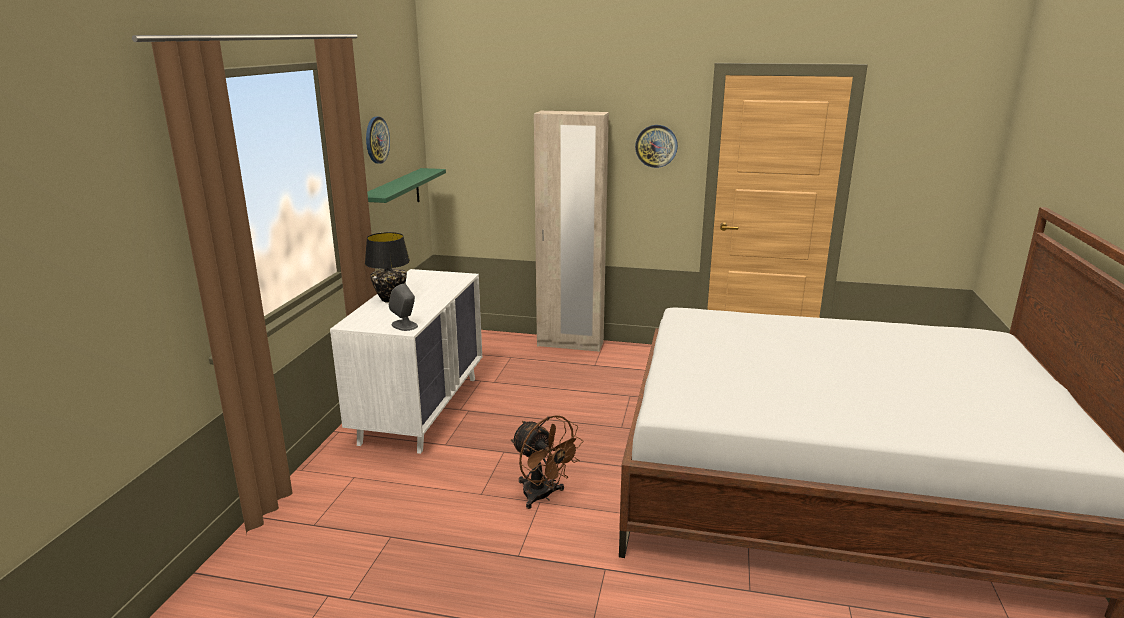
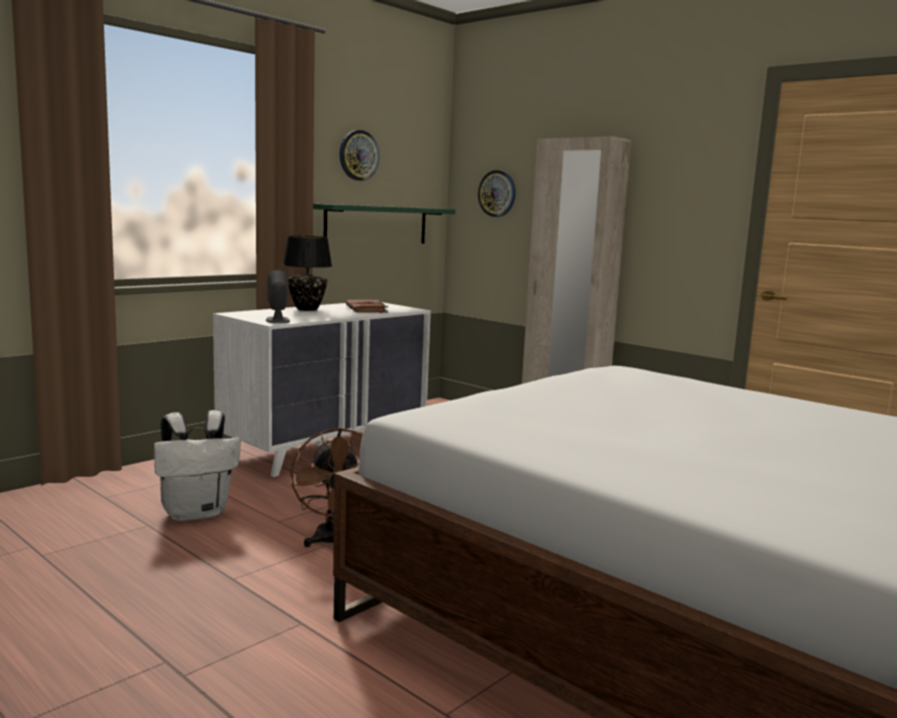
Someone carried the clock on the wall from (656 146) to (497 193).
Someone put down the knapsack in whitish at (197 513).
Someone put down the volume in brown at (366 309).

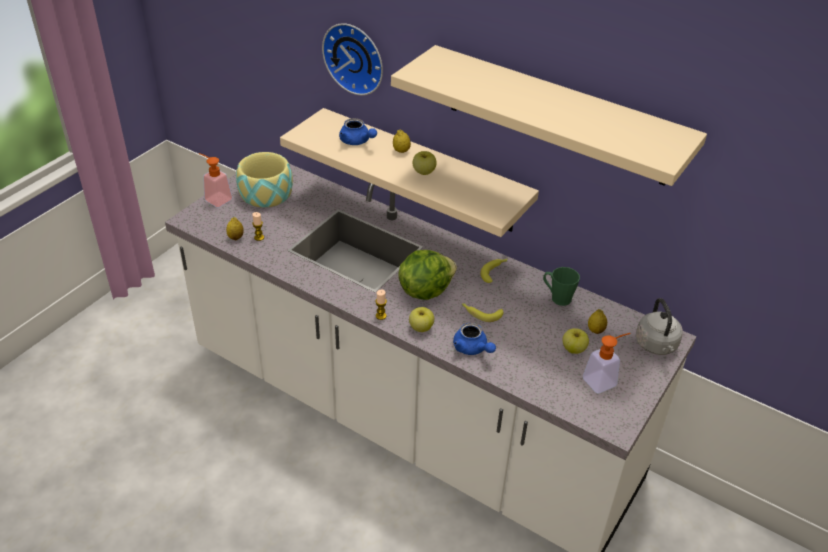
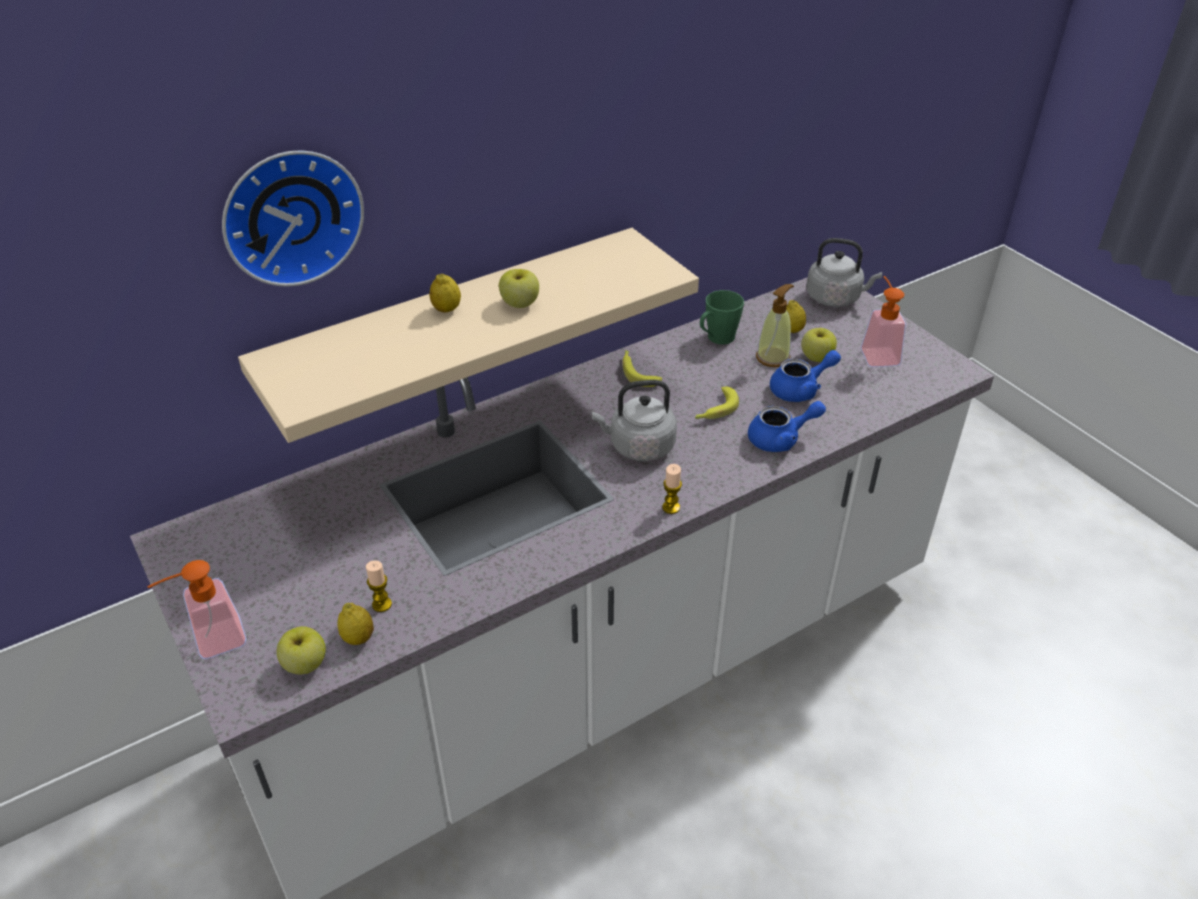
Someone took away the serving bowl at (265 193).
Someone carried the tea pot in blue from (357 141) to (800 390).
Someone took away the bracket shelf in sand-coloured at (557 115).
Someone swapped the head of lettuce at (425 290) for the tea kettle in gray at (638 447).
Someone carried the apple from (421 327) to (305 664).
Someone put down the soap bottle at (773 357).

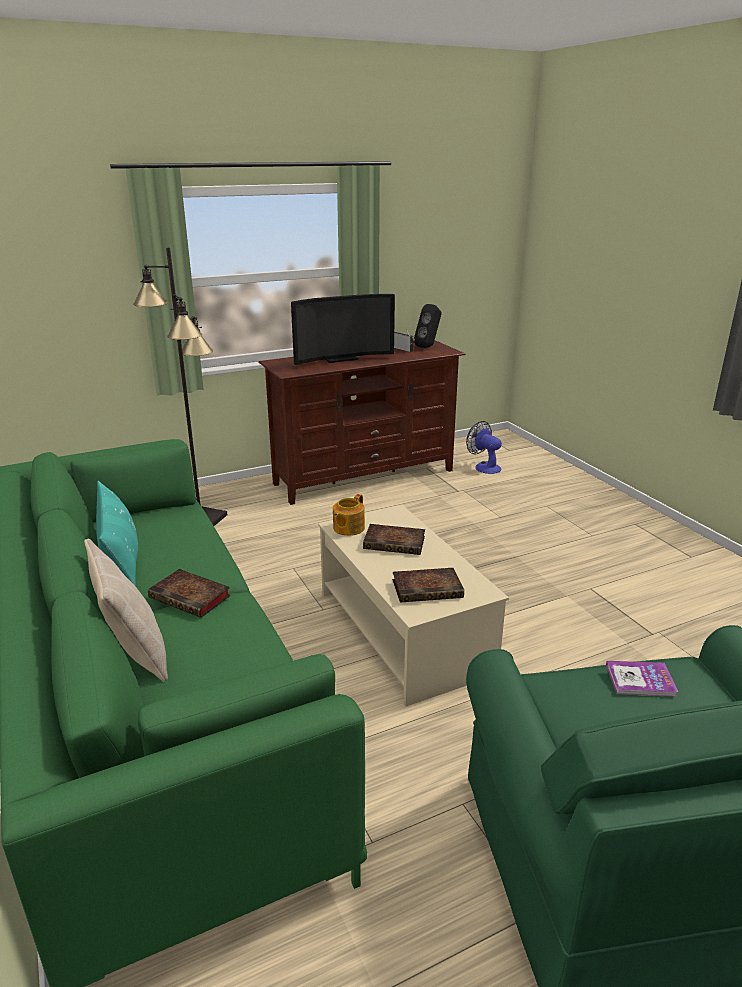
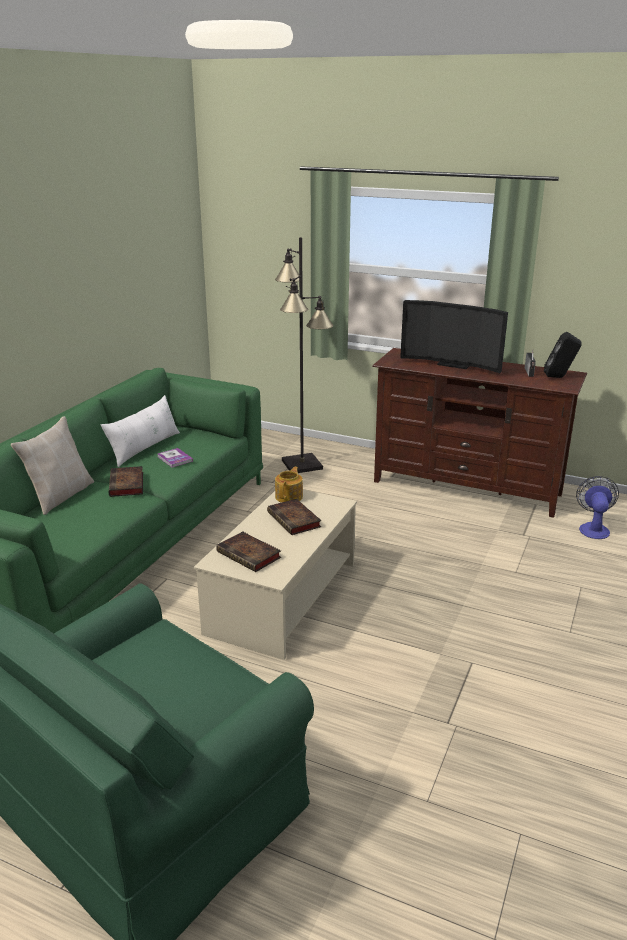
Someone repainted the throw pillow in turquoise-coloured at (121 555), which became the throw pillow in whitish at (145 448).
Someone rotated the tea pot at (348 528) by 120 degrees clockwise.
Someone carried the volume from (640 680) to (175 459).

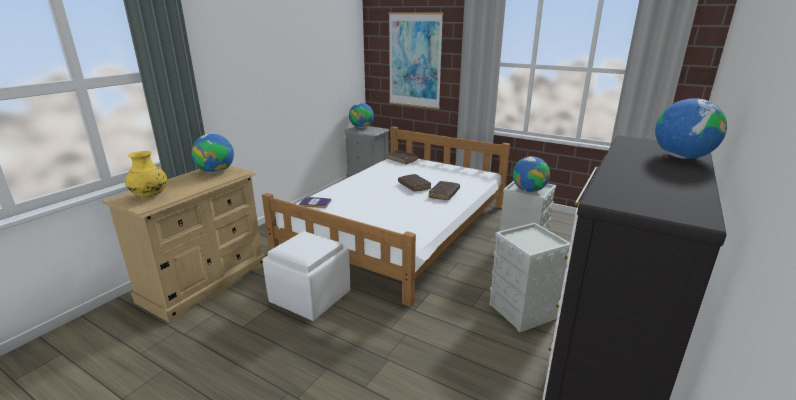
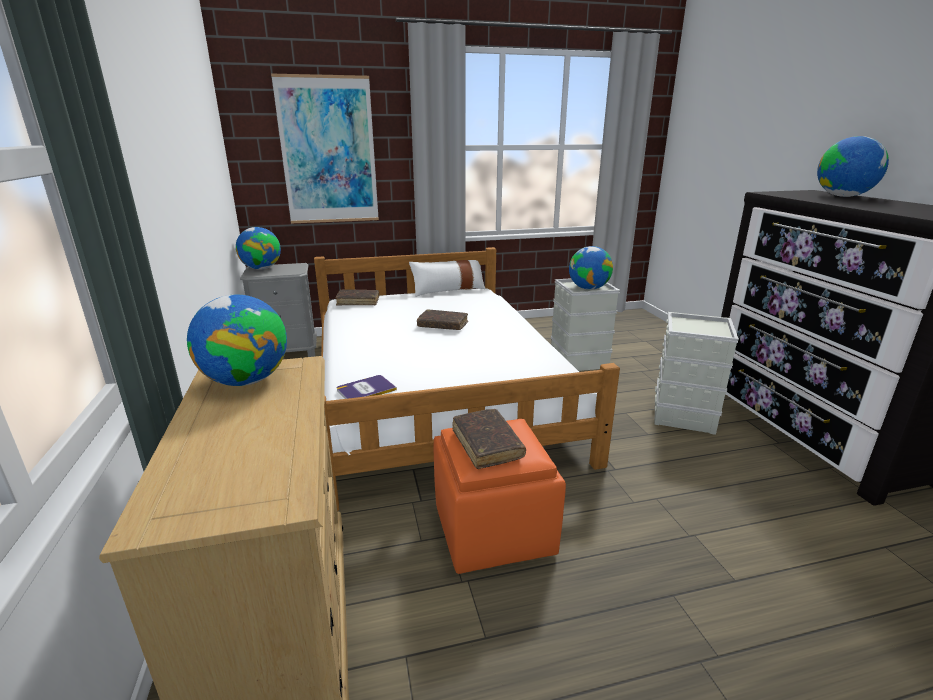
Someone took away the decorative vase in yellow at (150 196).
Someone repainted the ottoman in whitish at (311 297), which became the ottoman in orange at (494 529).
Someone carried the volume in brown from (444 194) to (487 444).
Someone put down the throw pillow in whitish at (448 290).

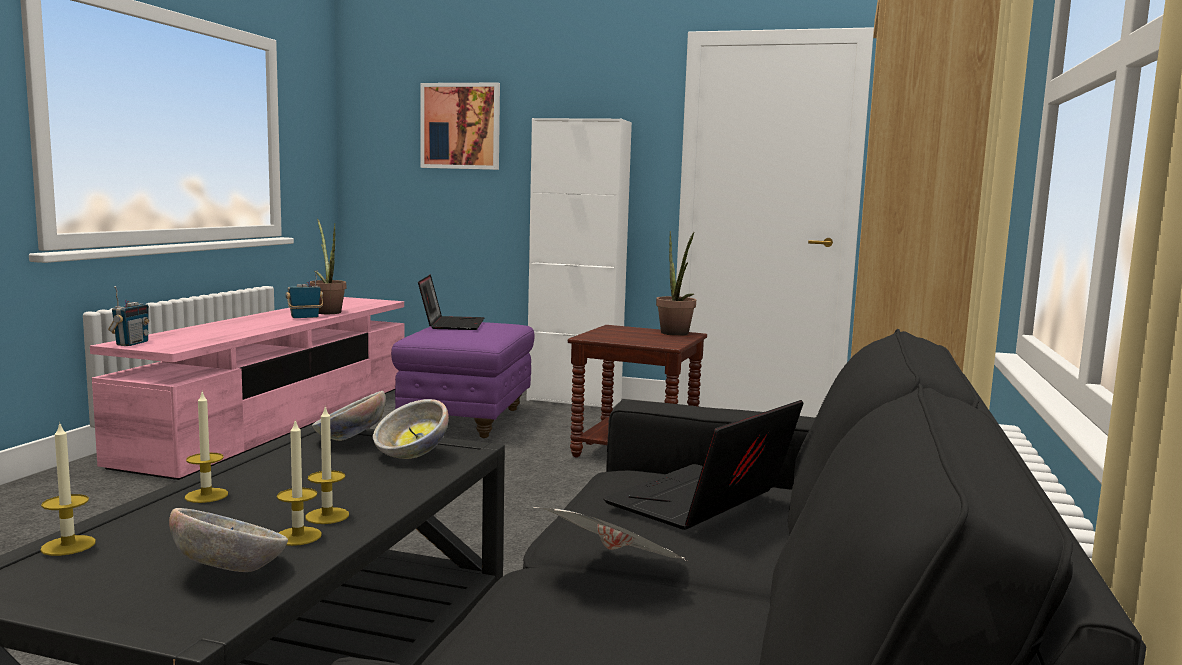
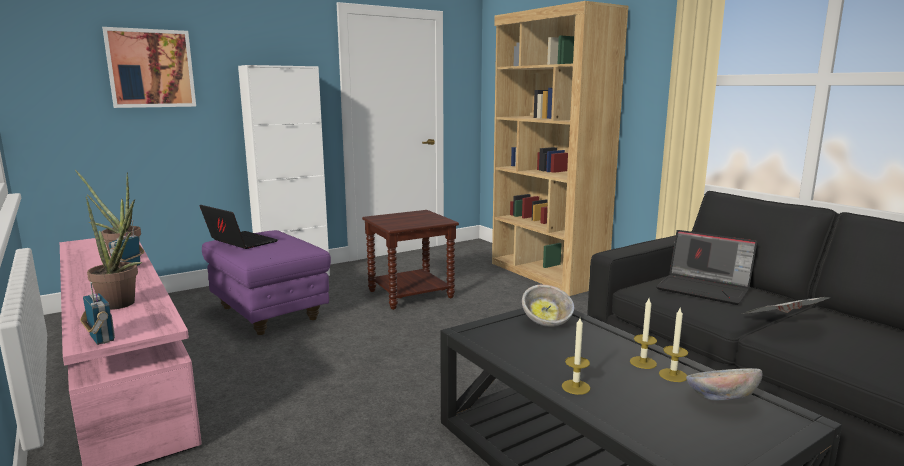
Someone took away the candle at (68 545).
Someone took away the serving bowl at (349 439).
Someone rotated the portable computer at (701 503) by 45 degrees counterclockwise.
Someone carried the plant in a pot from (676 334) to (122 305).

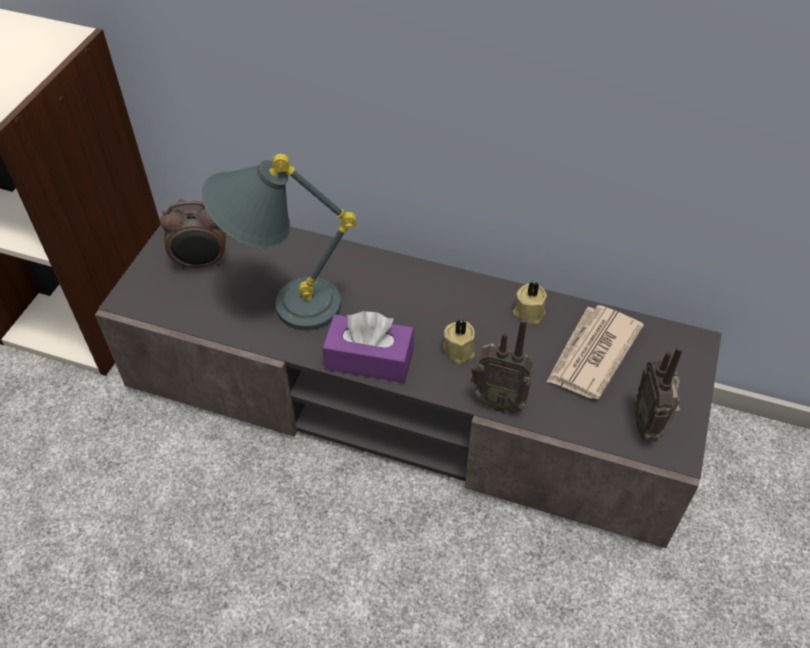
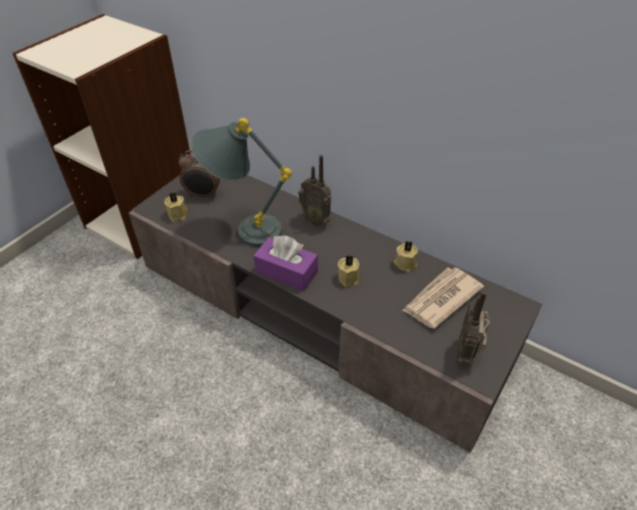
Someone carried the radio from (498 401) to (316 220).
Someone put down the candle in sand-coloured at (178 214).

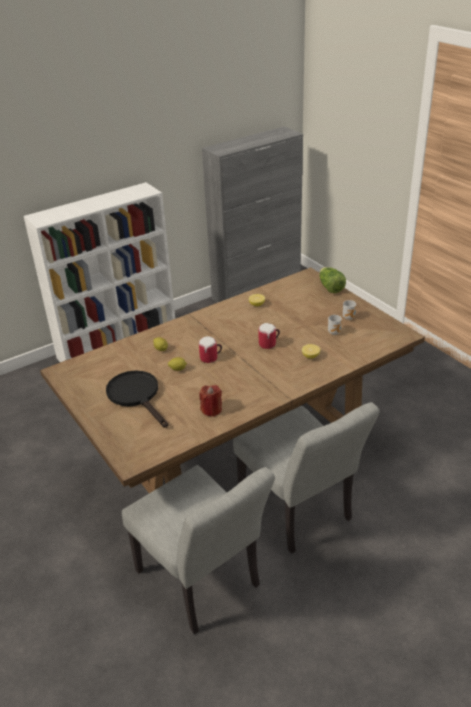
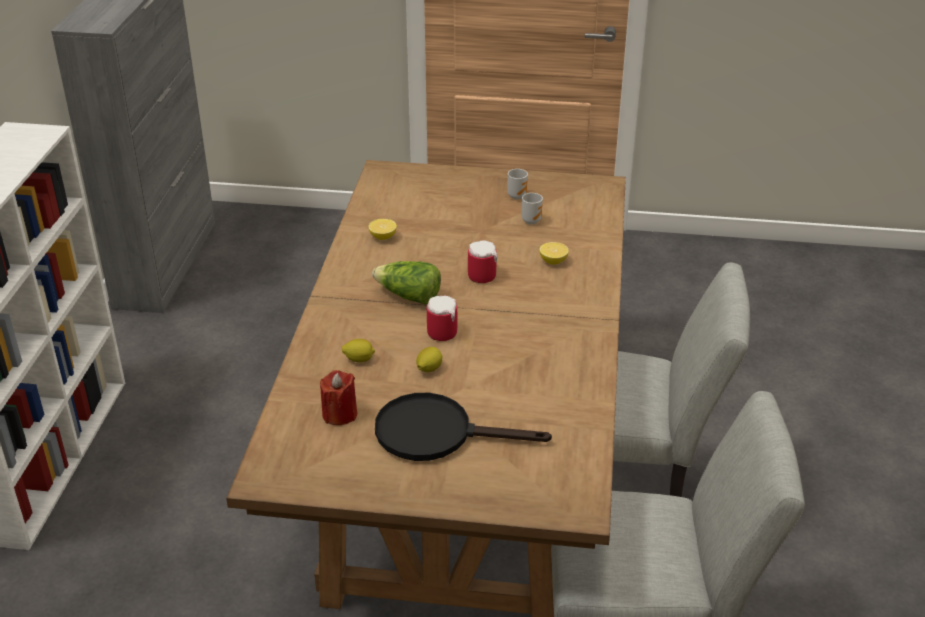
Someone carried the candle in red from (211 410) to (339 414).
Someone carried the head of lettuce from (330 287) to (409 296).

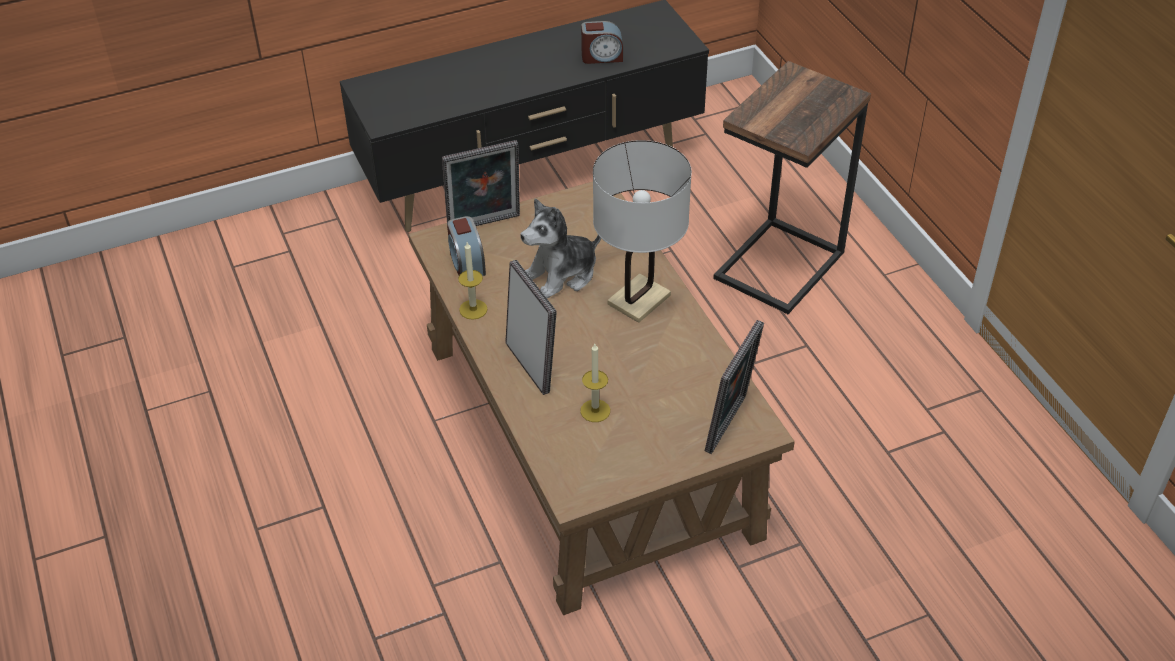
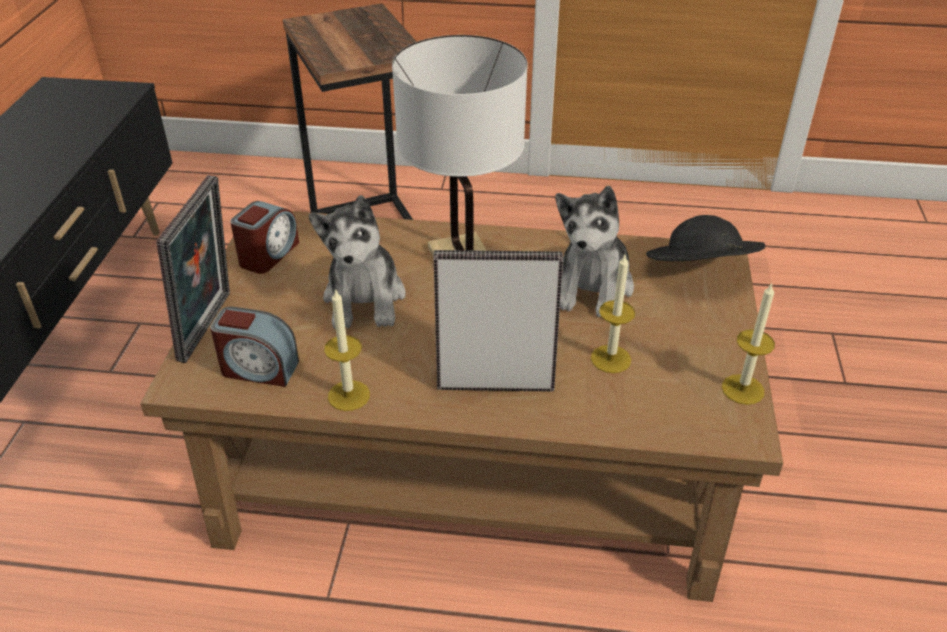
Someone carried the table clock from (602 56) to (268 254).
Someone swapped the picture frame at (730 425) for the hat in black at (699 273).
Someone put down the plush toy at (593 287).
Someone put down the candle at (742 389).

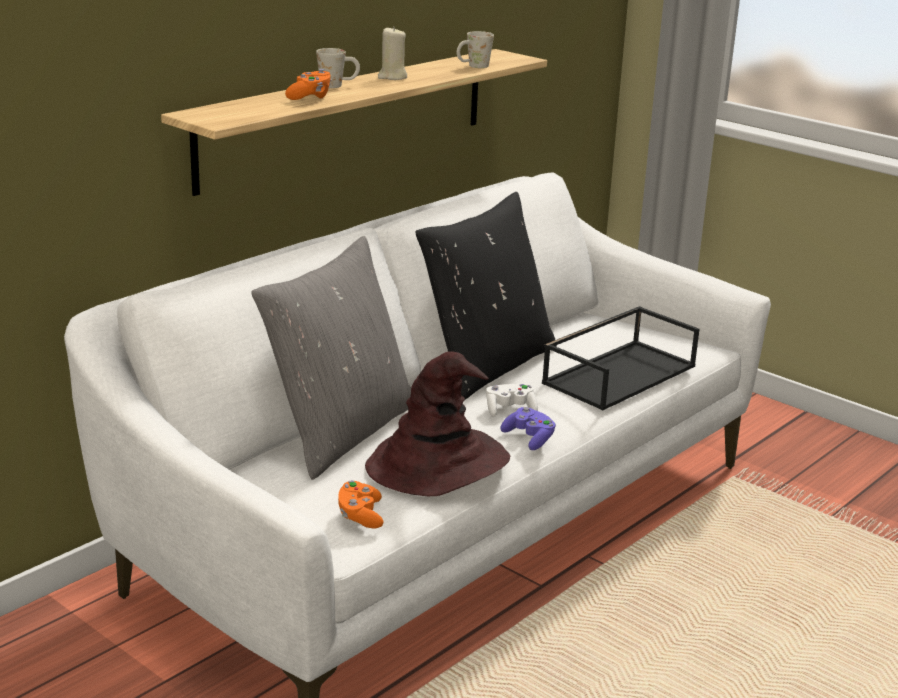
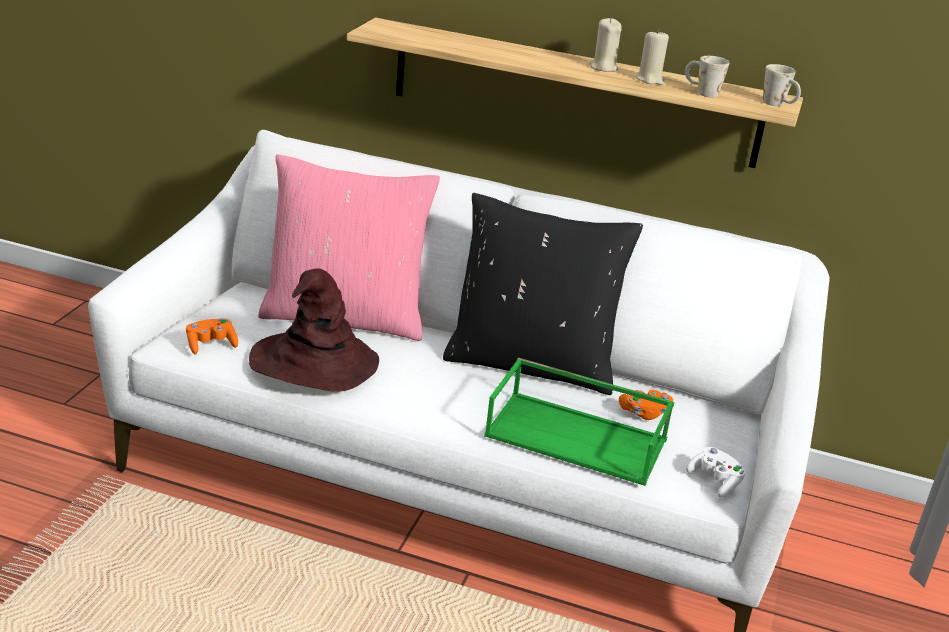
Someone repainted the throw pillow in gray at (340 432), which became the throw pillow in pink at (345 316).
Someone carried the joypad in orange from (310 97) to (644 413).
Someone carried the coffee mug in whitish from (338 85) to (779 105).
Someone carried the joypad in whitish from (510 410) to (715 481).
Someone took away the joypad in purplish at (529 438).
Someone repainted the tray in black at (619 373), which became the tray in green at (578 437).
Someone put down the candle in sand-coloured at (650 80).

